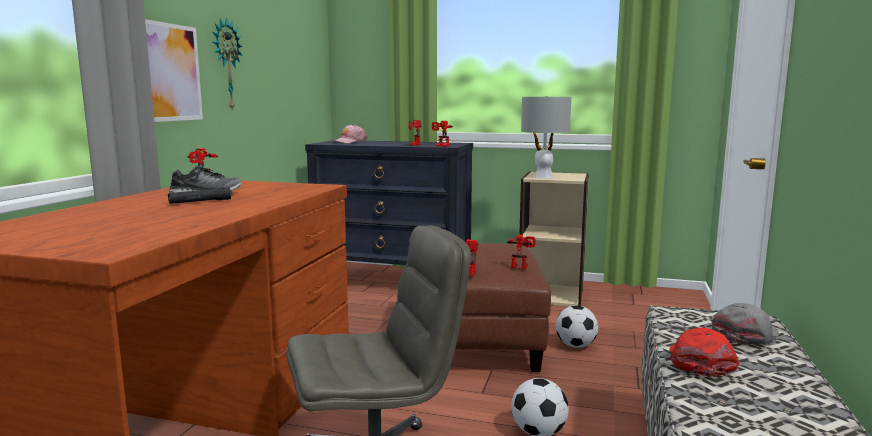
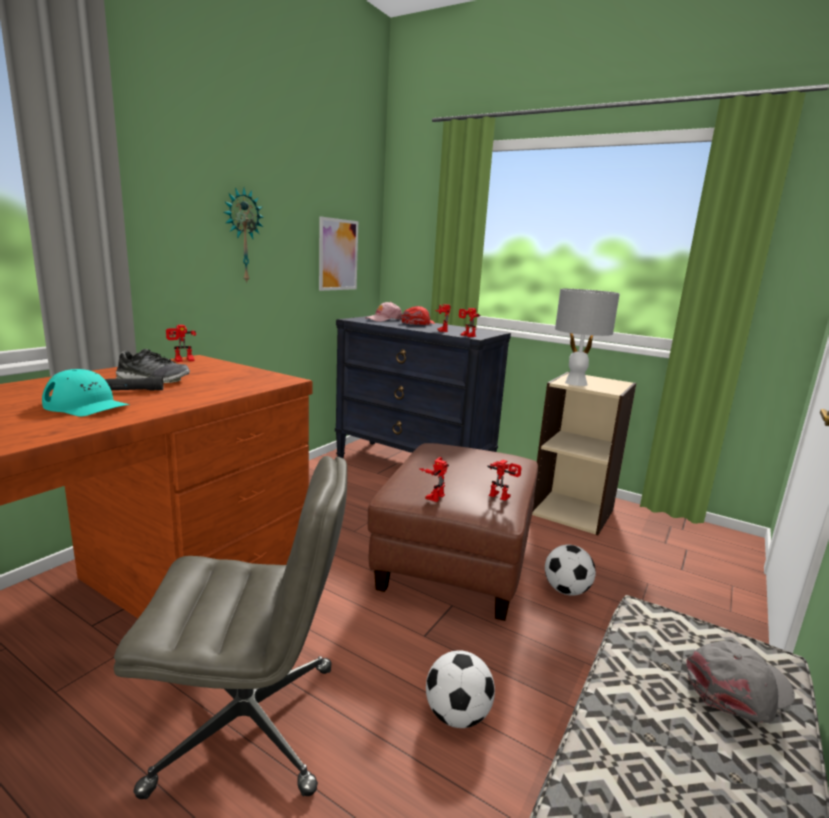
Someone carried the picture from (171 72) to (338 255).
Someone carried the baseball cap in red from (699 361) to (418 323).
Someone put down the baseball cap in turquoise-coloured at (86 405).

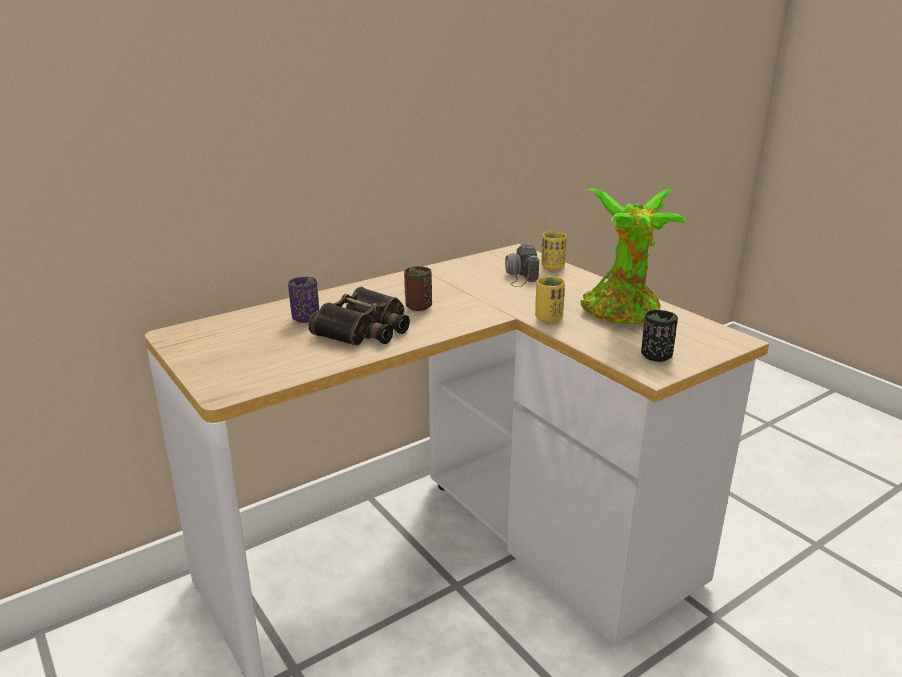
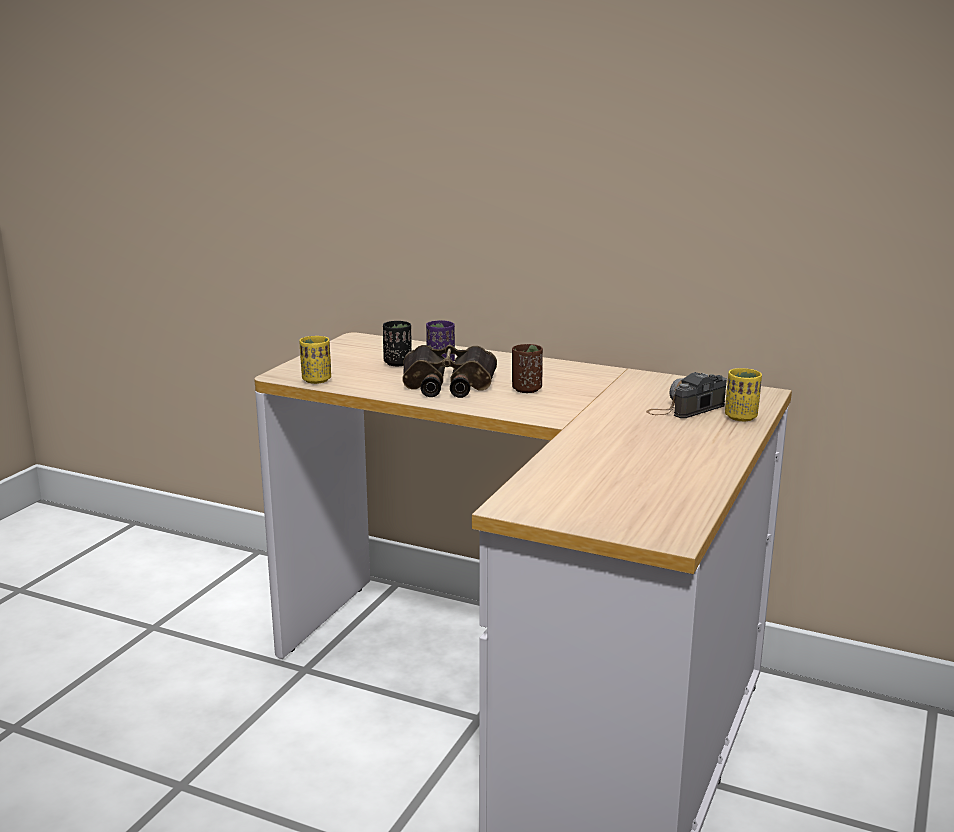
Someone carried the small cup in yellow from (548 318) to (316 380).
Someone took away the plant in a pot at (622 314).
Someone carried the small cup in black from (656 356) to (397 363).

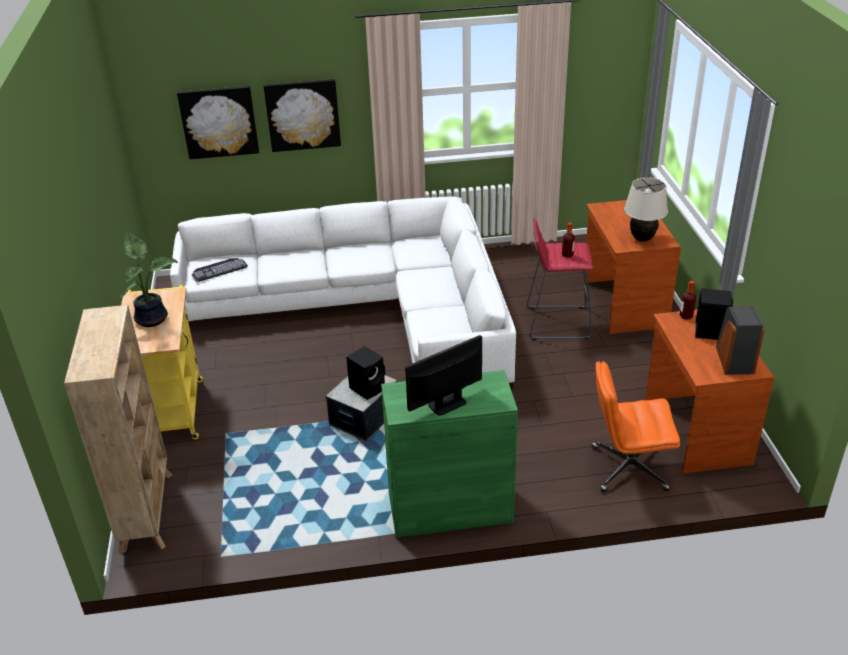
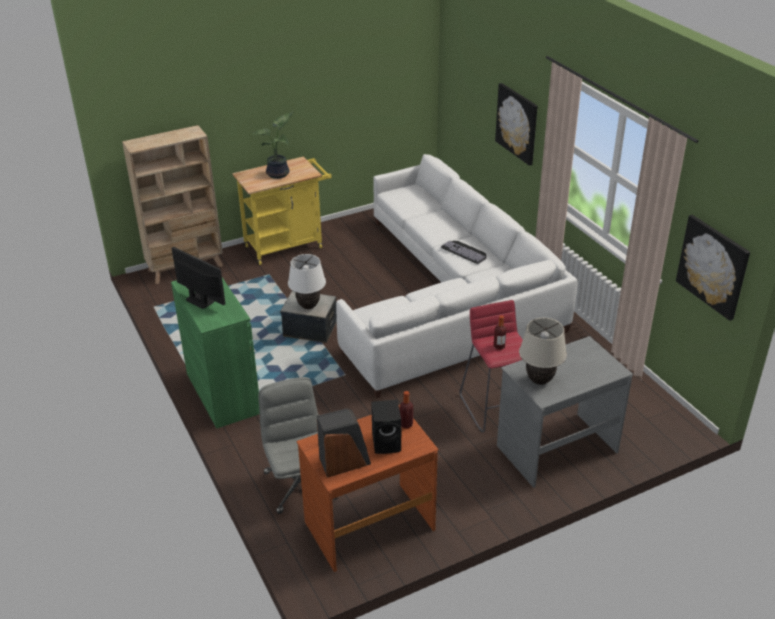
Someone carried the picture from (219 122) to (713 266).
Someone carried the computer keyboard from (219 269) to (465 251).
Someone swapped the speaker in black at (368 388) for the tabletop lamp in whitish at (308 306).
Someone repainted the desk in brown at (623 304), which became the desk in gray at (556 448).
Someone repainted the computer chair in orange at (628 468), which became the computer chair in gray at (300 485).

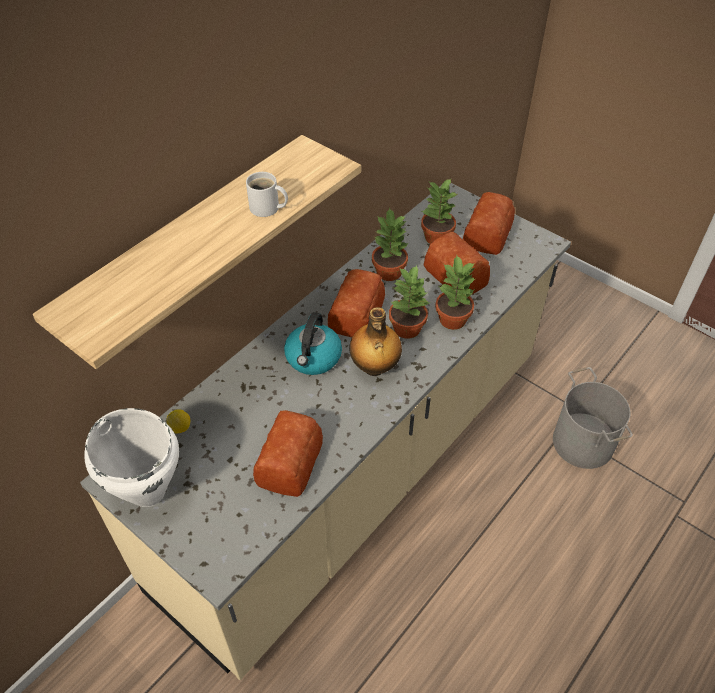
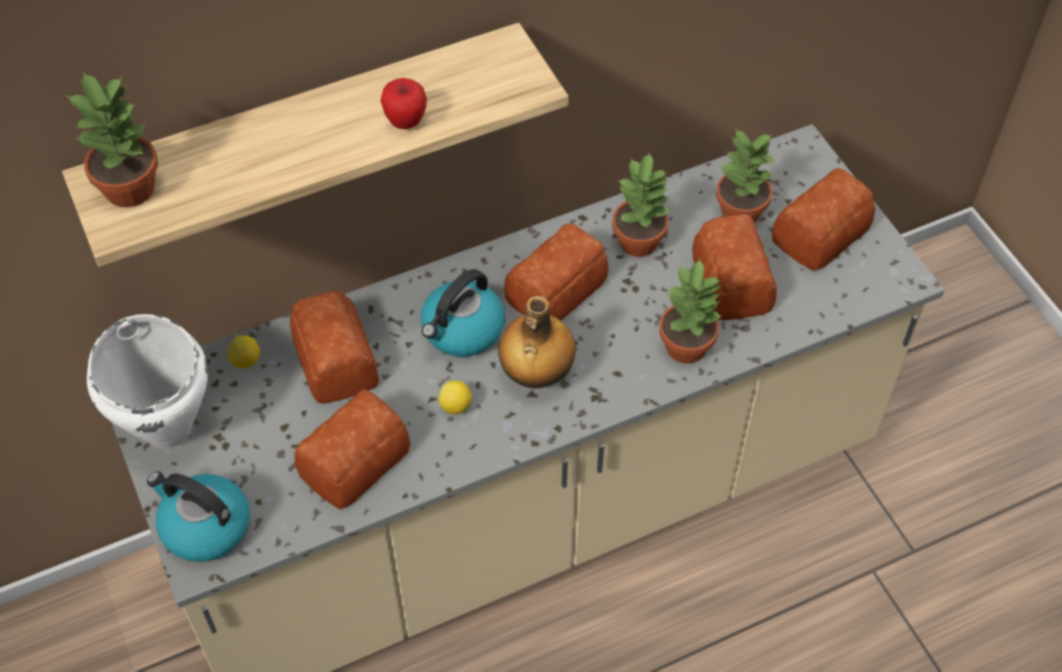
Someone swapped the coffee mug in whitish at (267 208) for the apple at (405 122).
Someone carried the plant in a pot from (407 327) to (130 187).
Someone took away the water bucket in gray at (582 442).
Someone put down the tea kettle at (204 527).
Someone put down the bread at (334 362).
Someone put down the citrus fruit at (456 406).

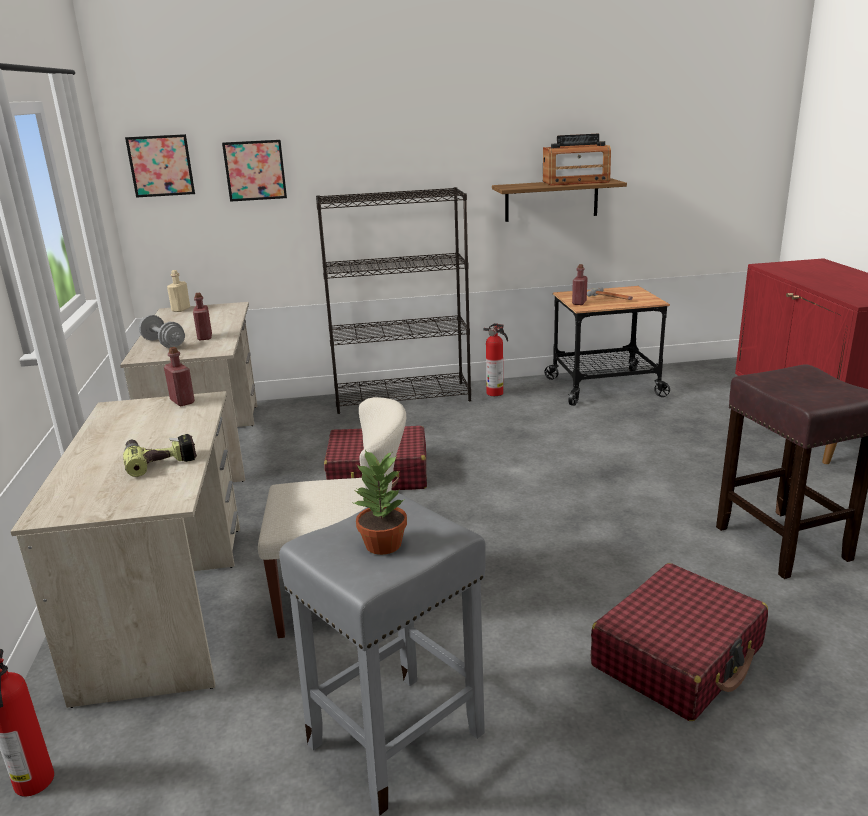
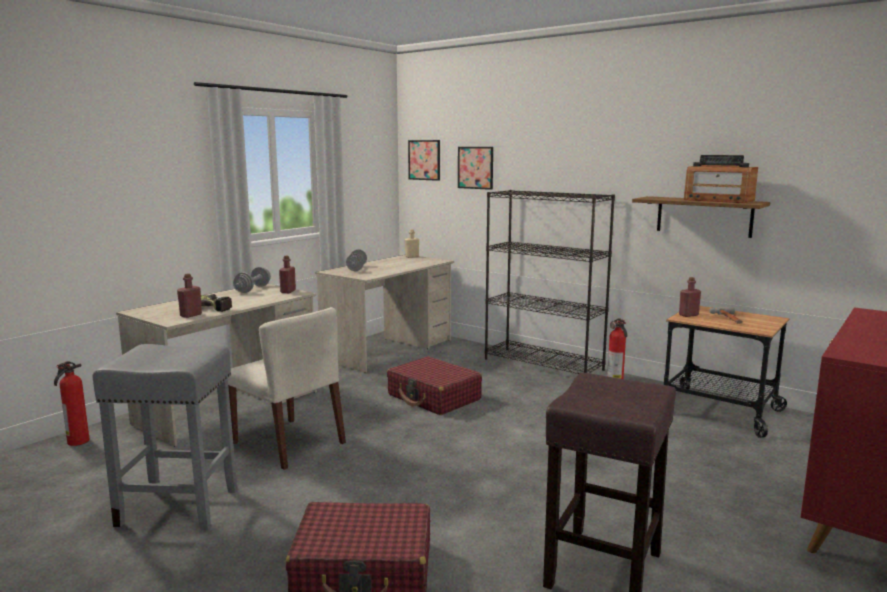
Someone carried the beverage bottle in red from (205 337) to (191 315).
Someone took away the plant in a pot at (383 545).
Someone put down the hand weight in gray at (253 289).

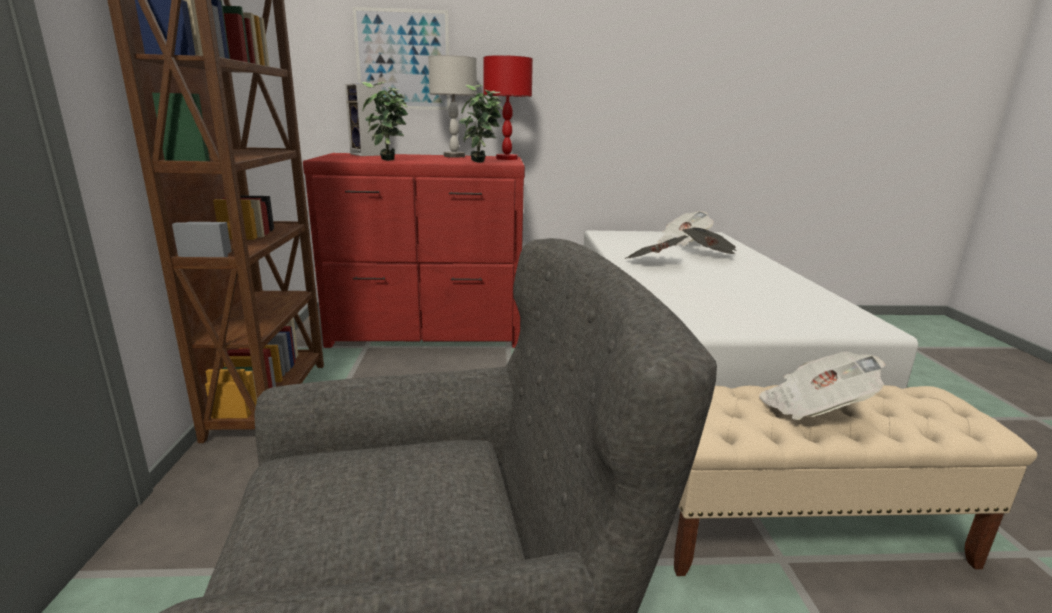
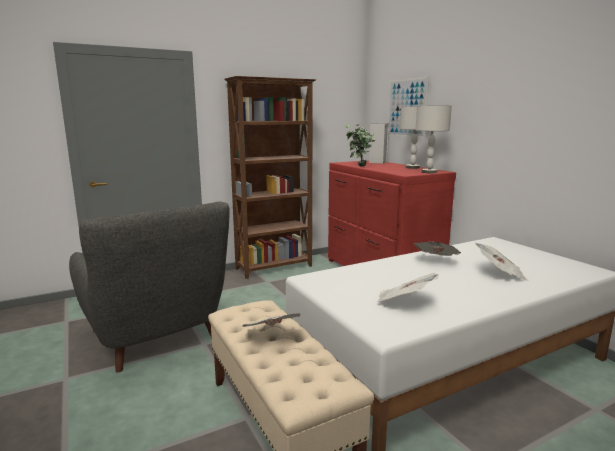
Someone took away the plant in a pot at (481 162).
Someone repainted the tabletop lamp in red at (507 159), which became the tabletop lamp in gray at (429 172).
Someone carried the daily paper from (682 242) to (404 302).

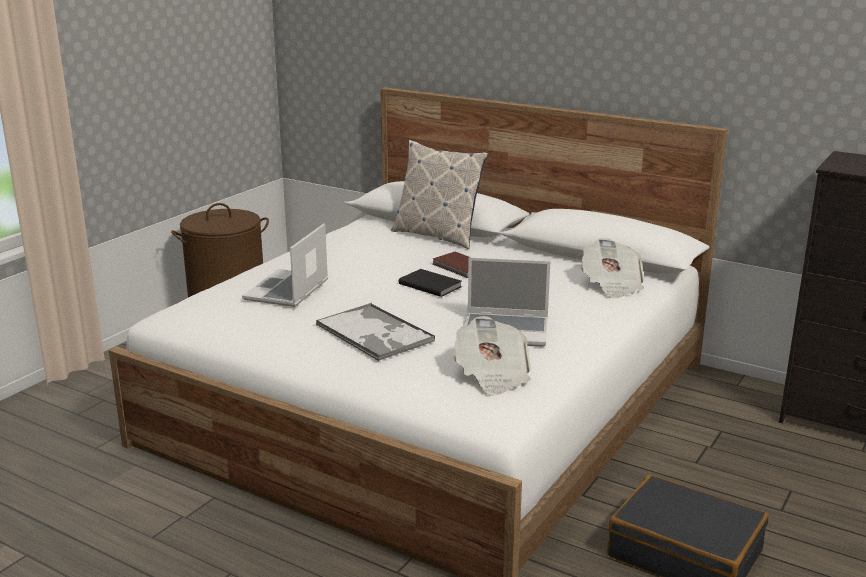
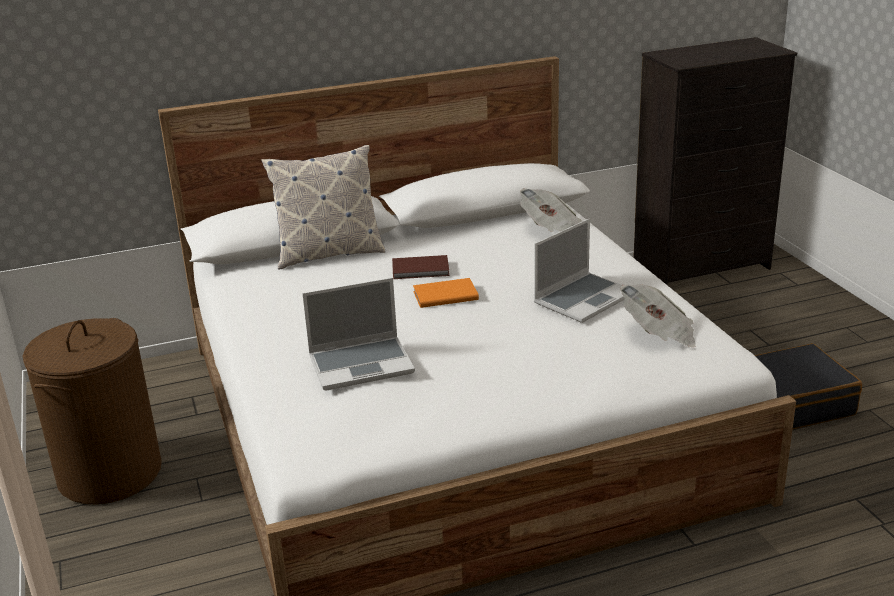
Someone rotated the portable computer at (287 291) by 75 degrees counterclockwise.
Someone took away the tray at (375 333).
Someone repainted the volume in black at (430 285), which became the volume in orange at (444 295).

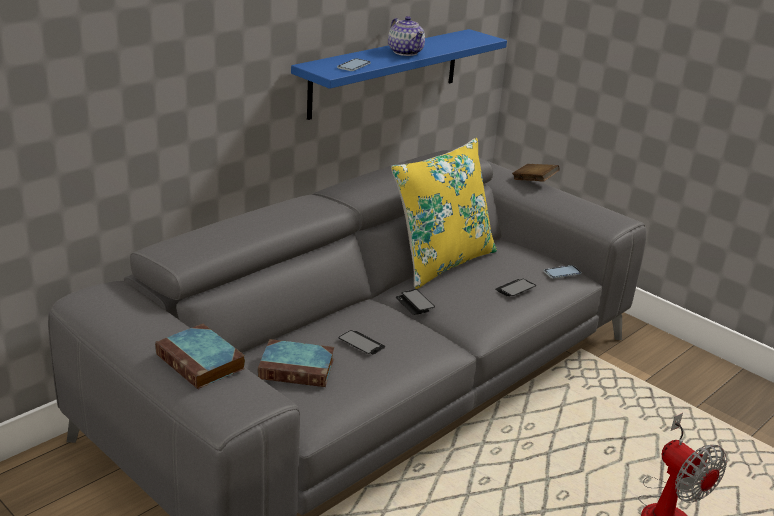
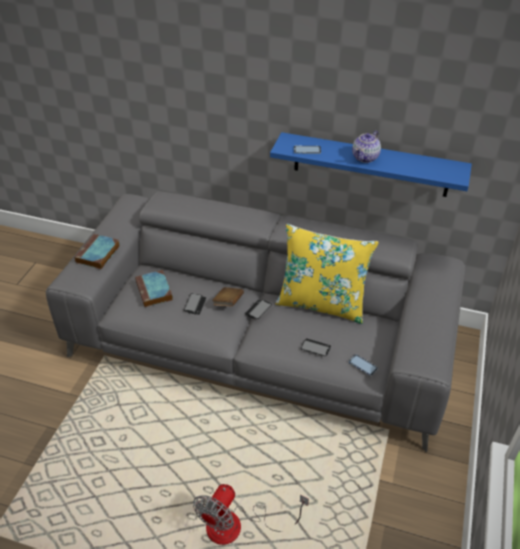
Someone carried the volume in brown from (534 182) to (228 303).

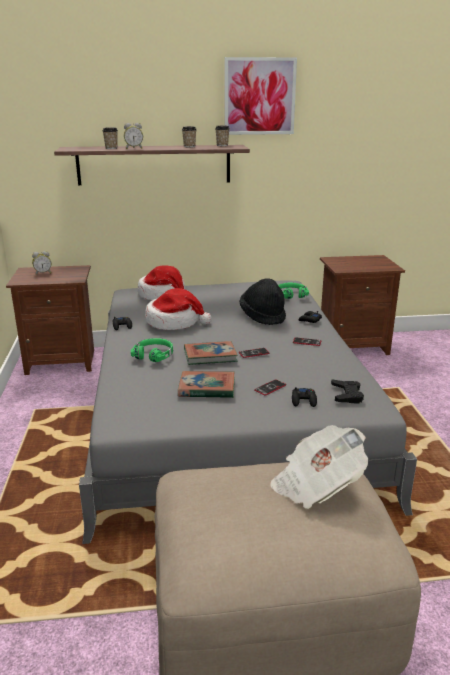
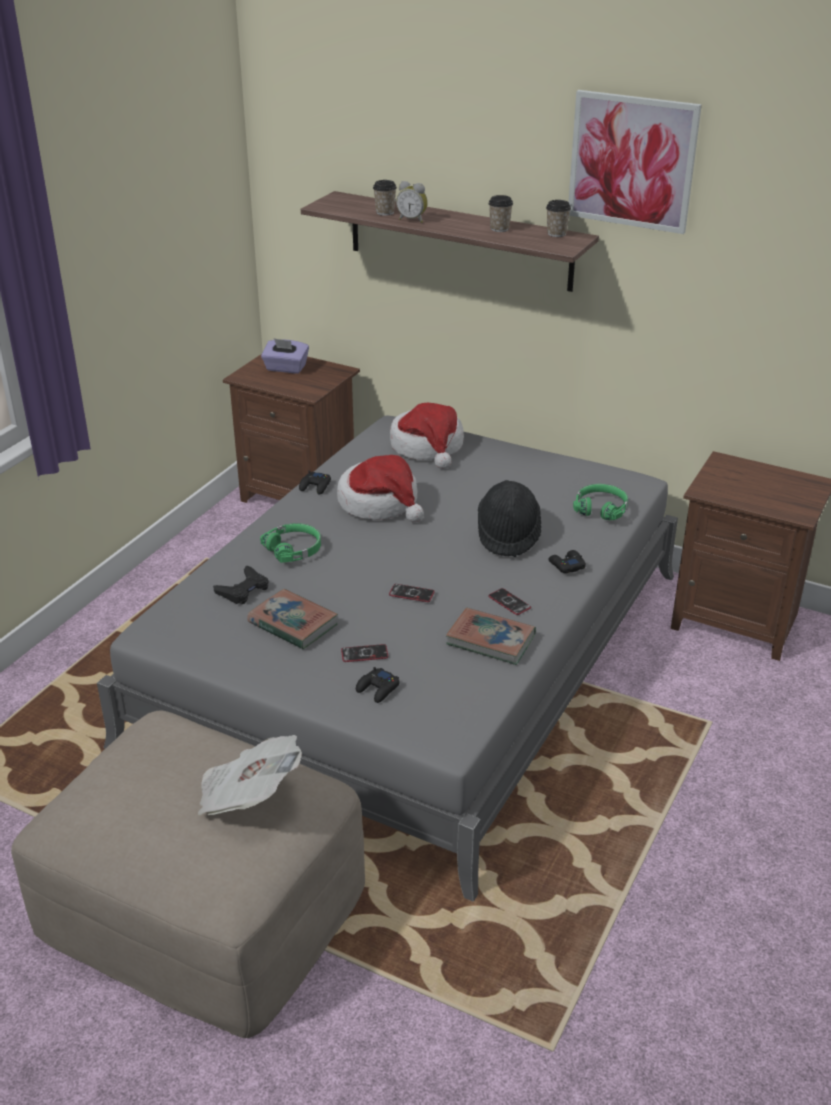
Someone swapped the table clock at (43 273) for the box of tissues in purplish at (285 368).
Someone carried the volume from (210 356) to (490 640).
Someone carried the joypad in black from (347 395) to (243 590).

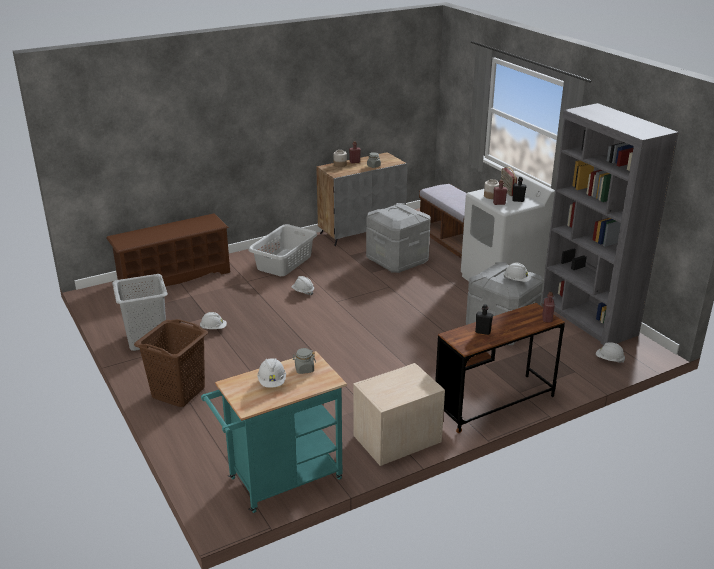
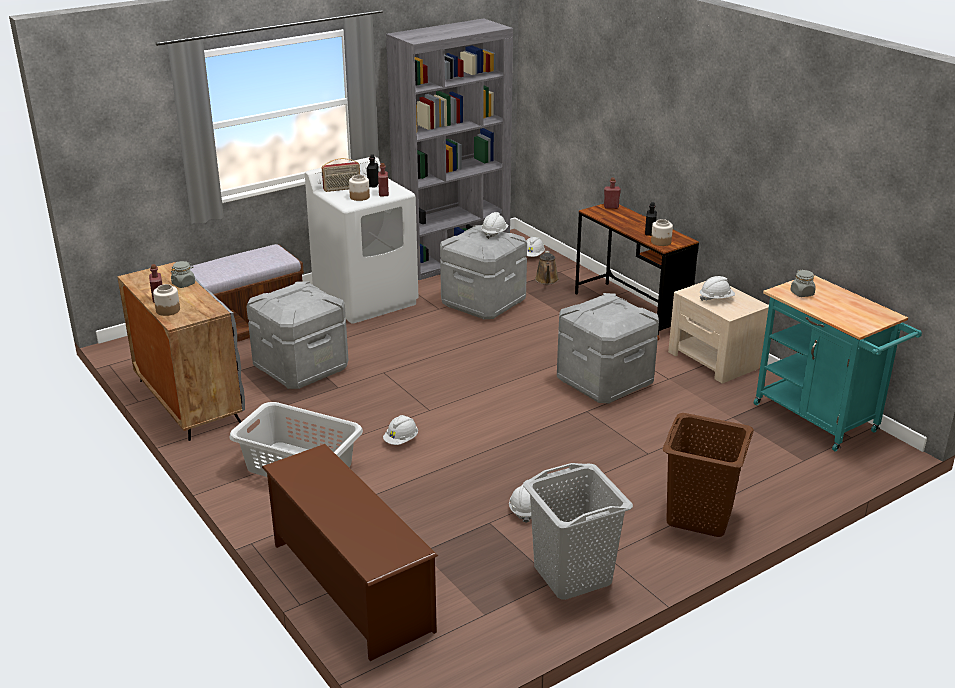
Someone carried the hard hat in whitish from (272 382) to (716 299).
Someone put down the watering can in brown at (547 280).
Someone put down the storage bin in gray at (604 382).
Someone put down the storage jar at (661 242).

